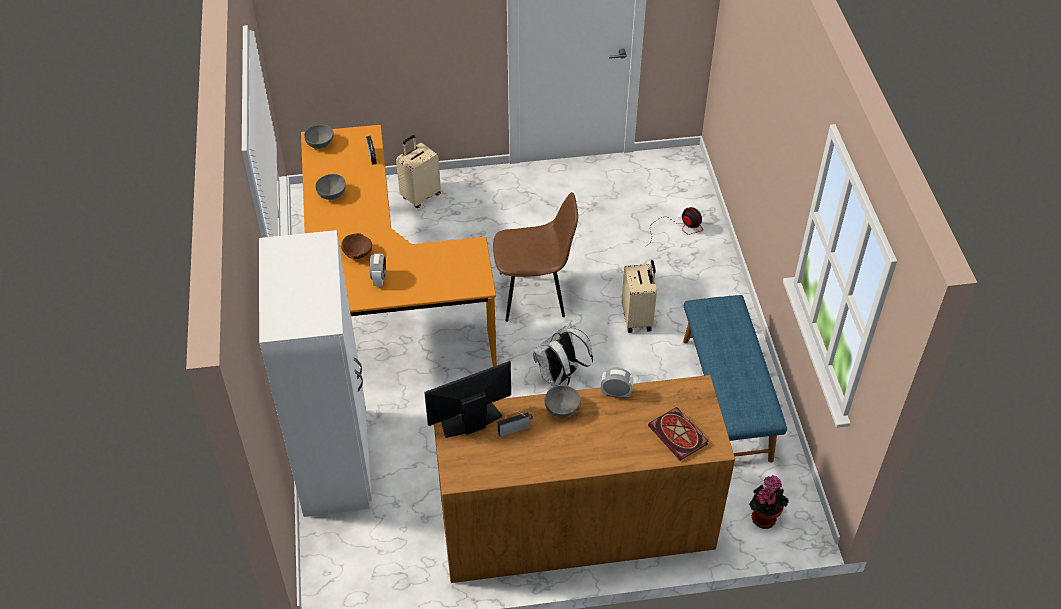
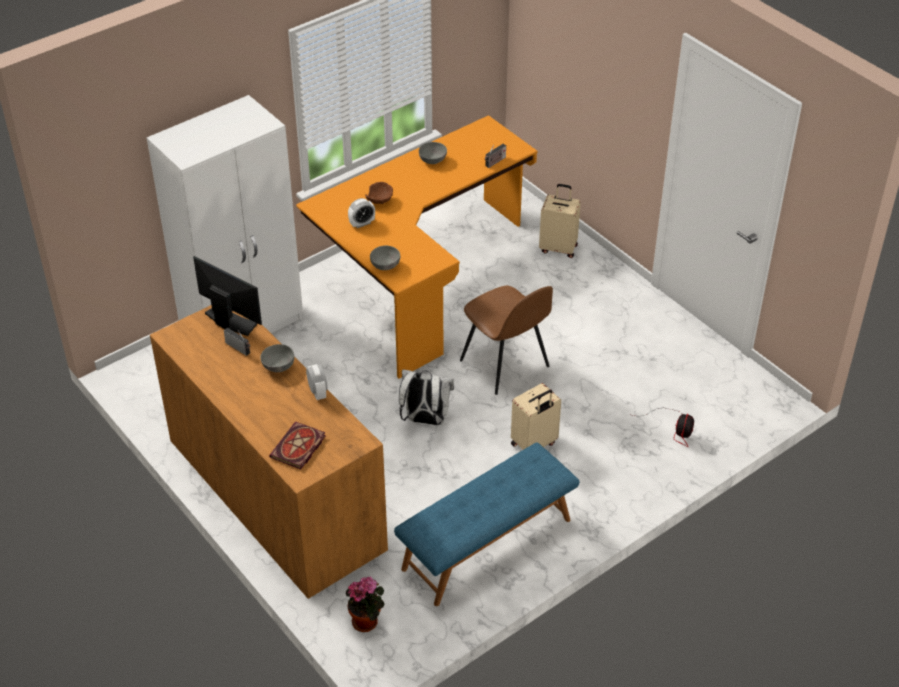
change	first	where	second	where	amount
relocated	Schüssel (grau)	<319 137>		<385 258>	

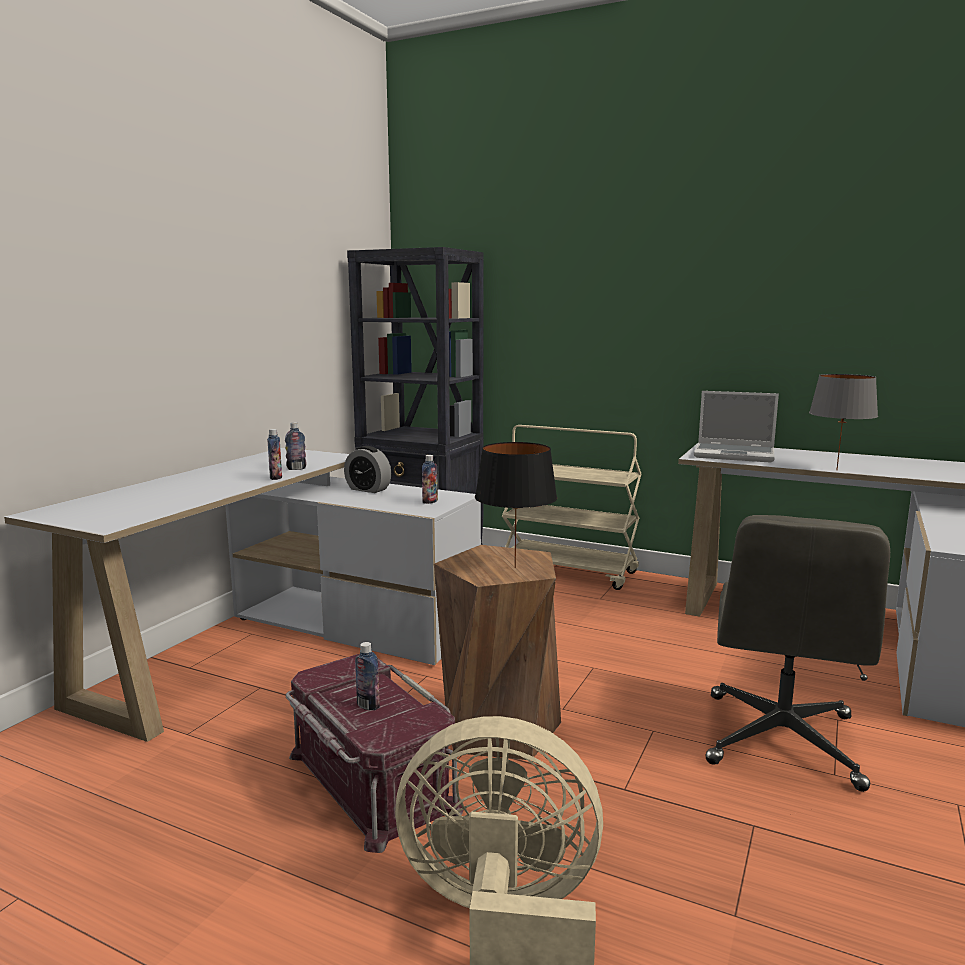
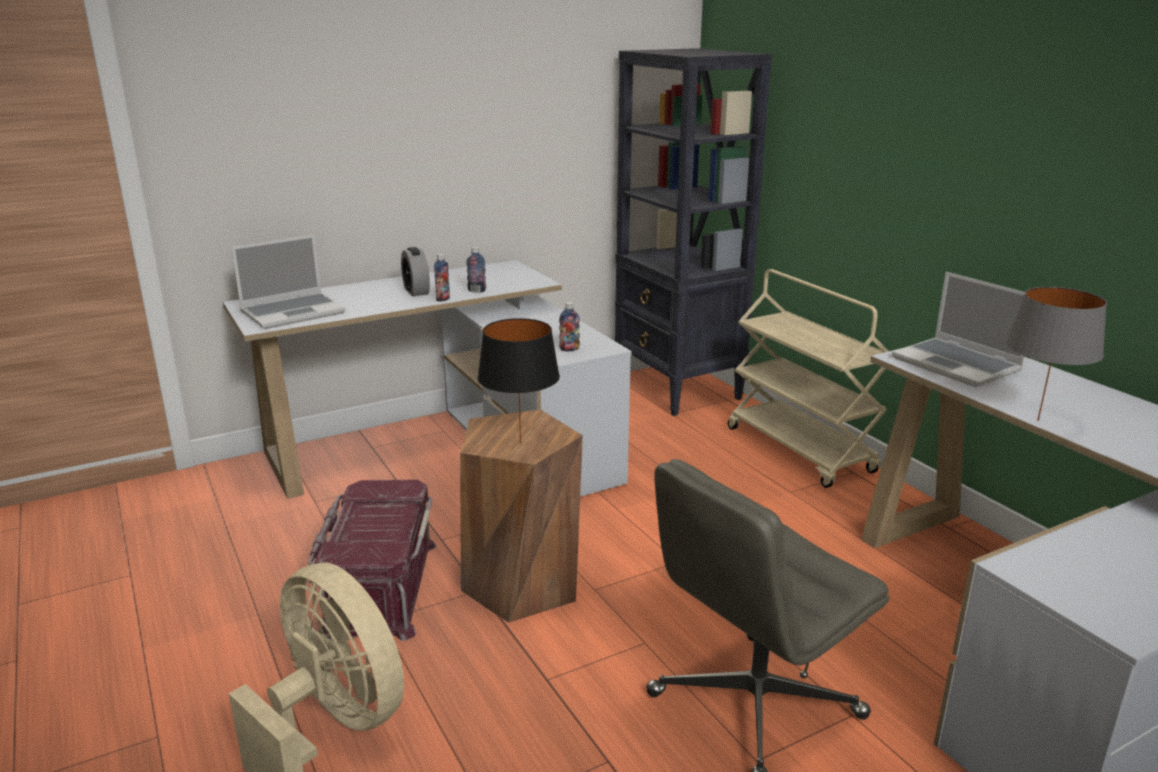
change	first	where	second	where	amount
appeared			Laptop	<288 282>	
relocated	Wecker	<367 469>		<415 271>	
missing	Flasche	<367 676>			

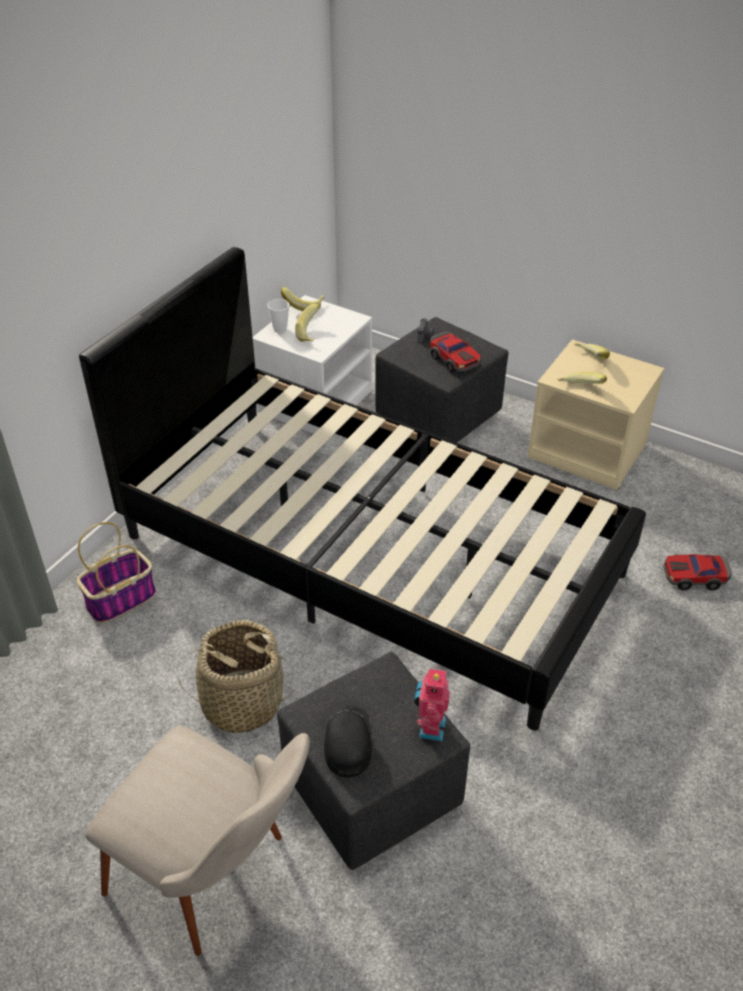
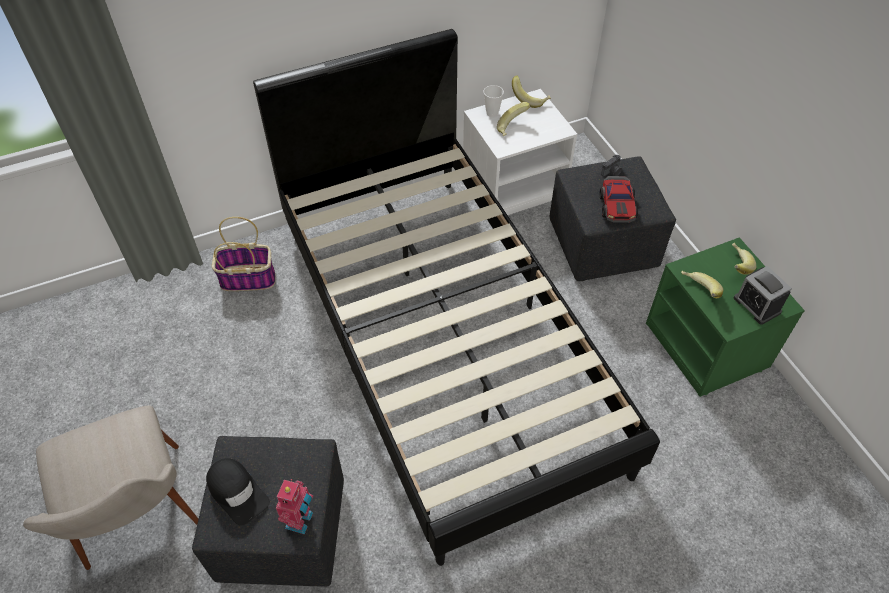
change	first	where	second	where	amount
spun	Kappe (schwarz)	<348 741>		<238 492>	105 degrees clockwise
spun	Spielzeugroboter	<432 703>		<294 506>	150 degrees clockwise
colour	Nachttisch (beige)	<596 415>	Nachttisch (grün)	<725 317>	
appeared			Wecker	<763 295>	
missing	Korb	<235 676>			
missing	Spielzeugauto	<697 572>			

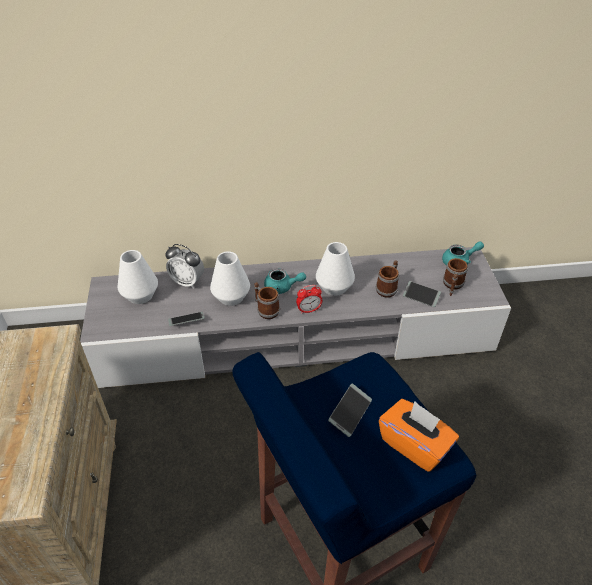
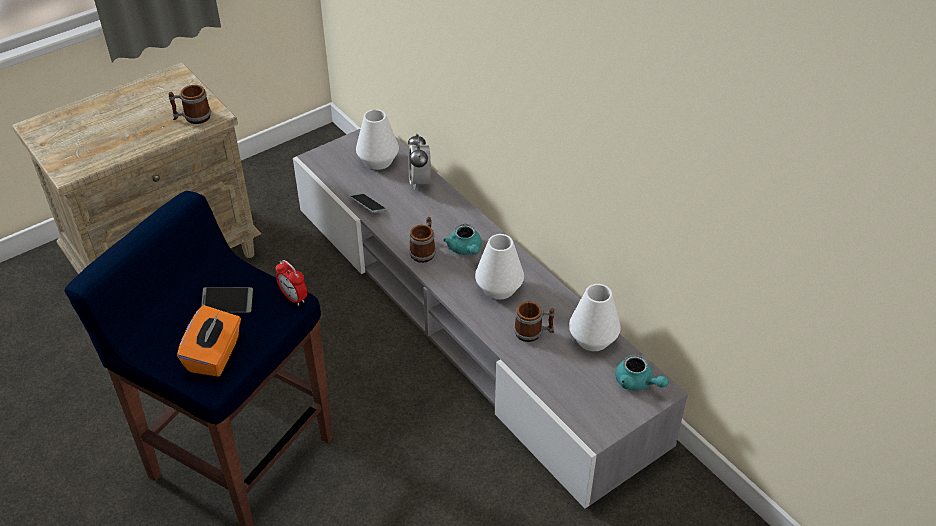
change	first	where	second	where	amount
relocated	Henkelbecher	<455 277>		<189 104>	
relocated	Wecker	<309 299>		<291 283>	
relocated	Vase (weiß)	<230 278>		<595 317>	
missing	Handy	<422 294>			

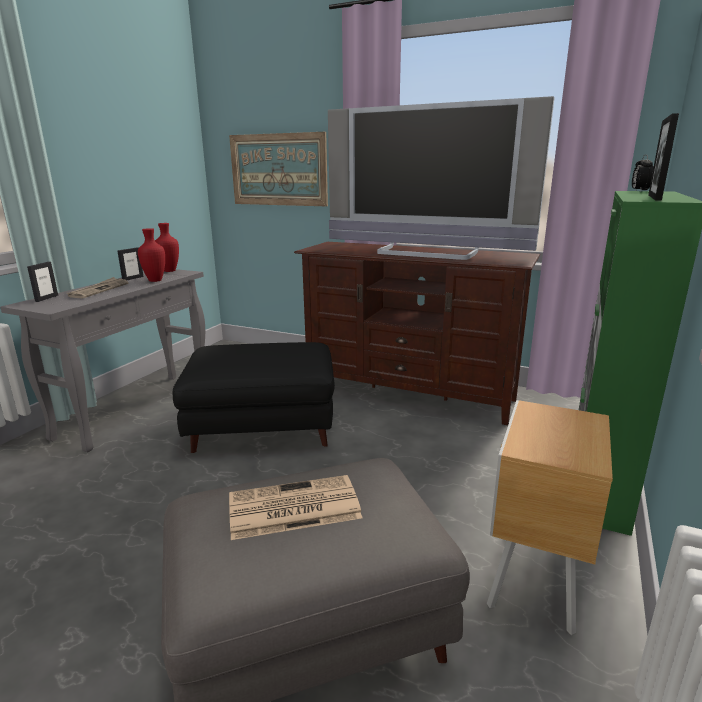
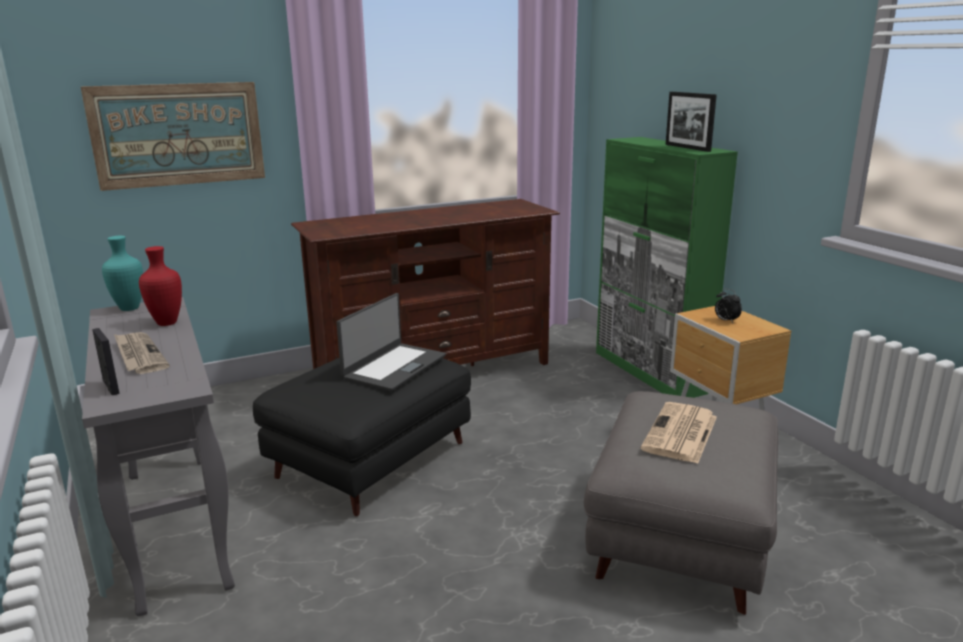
change	first	where	second	where	amount
colour	Vase (rot)	<167 247>	Vase (türkis)	<122 273>	
appeared			Laptop	<391 342>	
relocated	Wecker	<642 172>		<728 306>	
missing	Bilderrahmen	<130 264>			
missing	Fernseher	<441 178>			

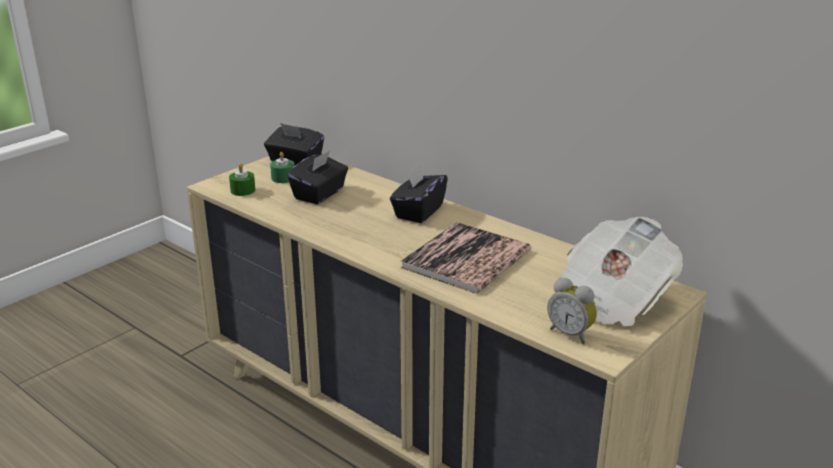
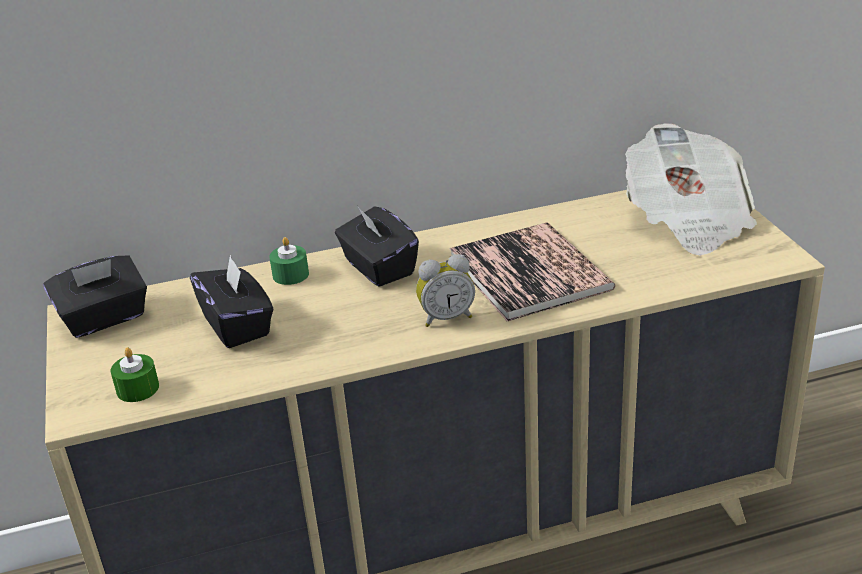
change	first	where	second	where	amount
relocated	Kerze (grün)	<282 167>		<289 261>	
relocated	Wecker	<572 310>		<445 290>	

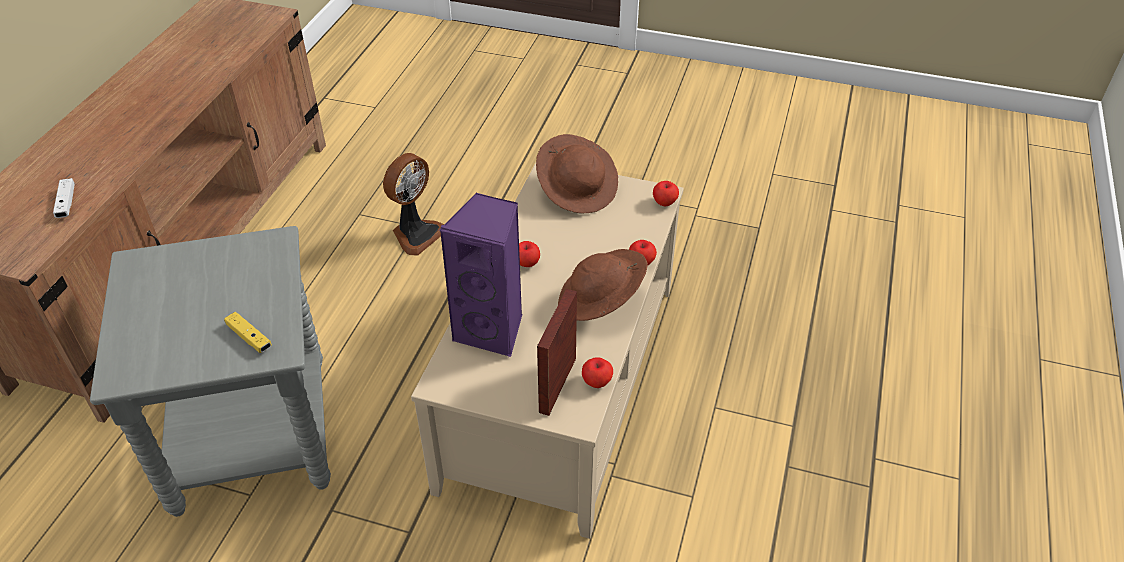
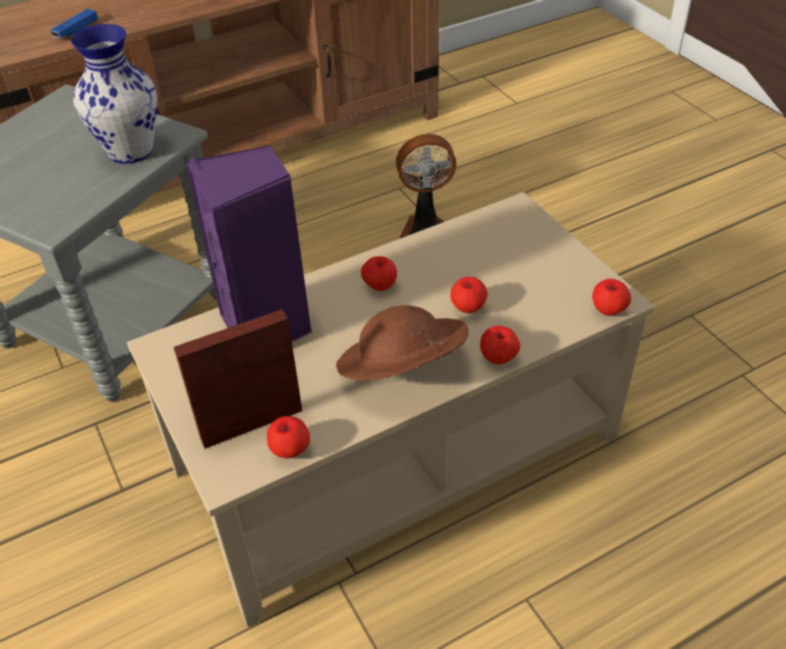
change	first	where	second	where	amount
colour	Gamepad (weiß)	<64 198>	Gamepad (blau)	<74 24>	
appeared			Vase	<114 94>	
appeared			Apfel	<469 295>	
missing	Gamepad (gelb)	<248 332>			
missing	Hut (braun)	<577 173>			

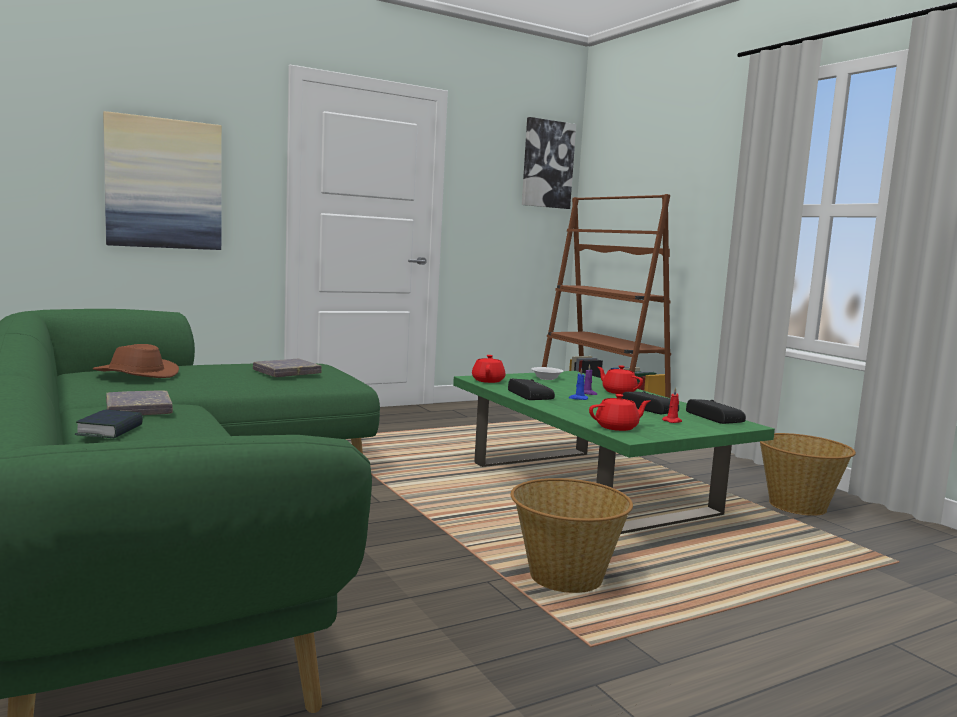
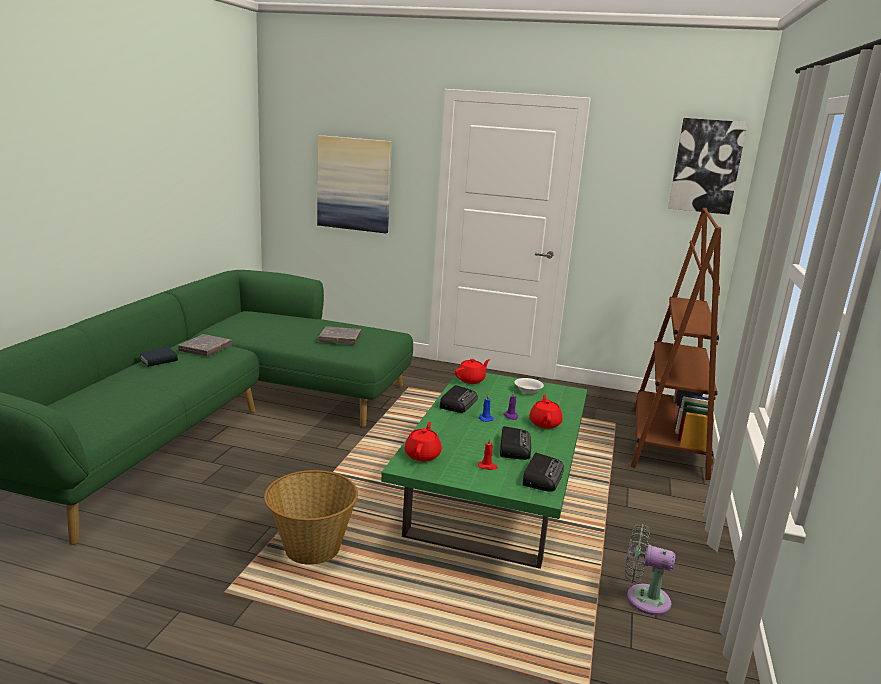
change	first	where	second	where	amount
spun	Teekanne (rot)	<619 412>		<422 441>	105 degrees counterclockwise
exchanged	Korb	<808 474>	Ventilator (grau)	<650 569>	
missing	Hut (braun)	<136 361>			

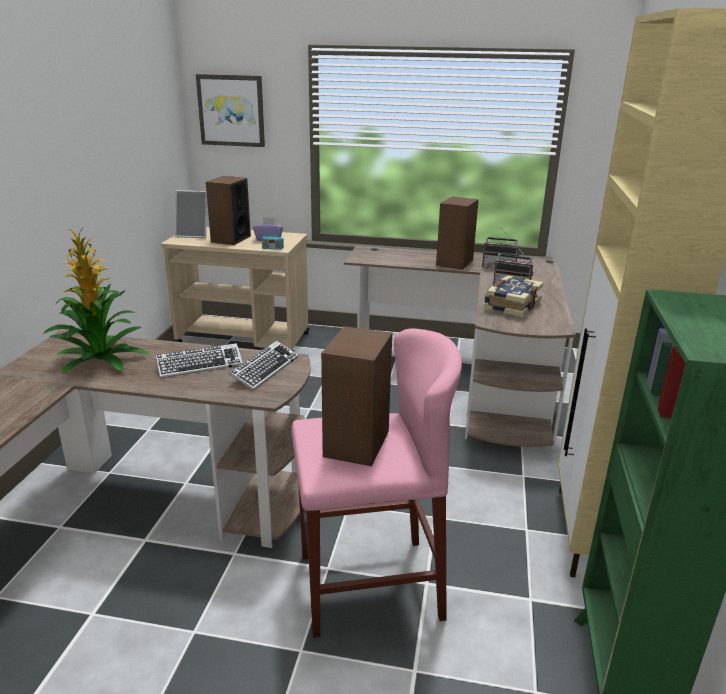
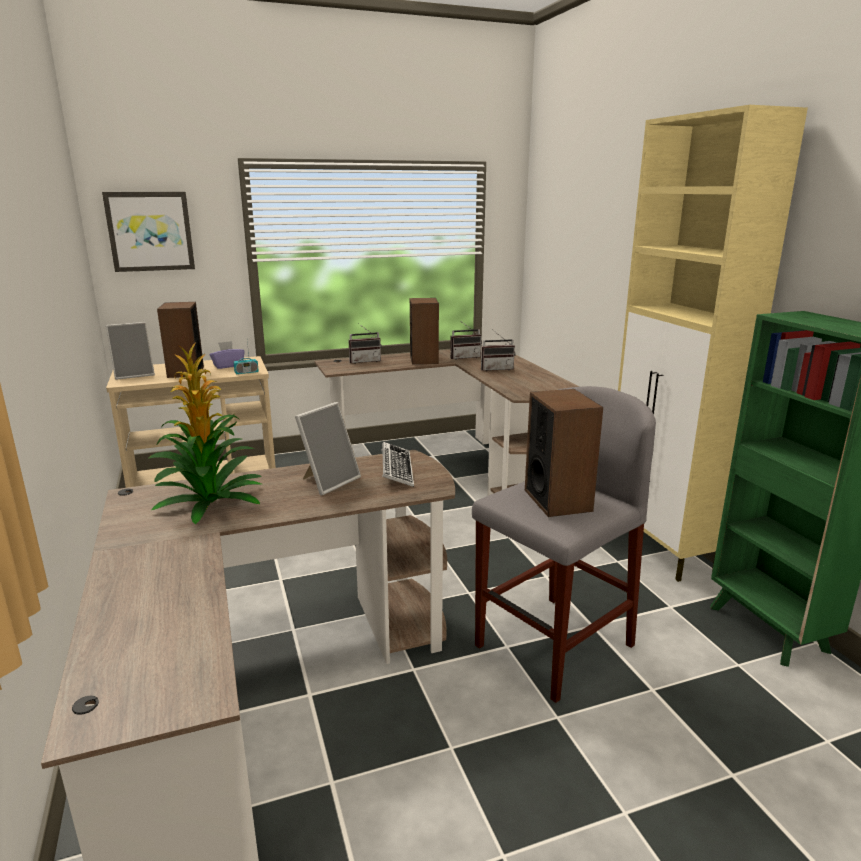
change	first	where	second	where	amount
exchanged	Tastatur	<199 361>	Bilderrahmen	<328 448>	
appeared			Radio	<365 343>	
colour	Hocker (rosa)	<376 483>	Hocker (grau)	<564 544>	
missing	Buch	<513 296>			

